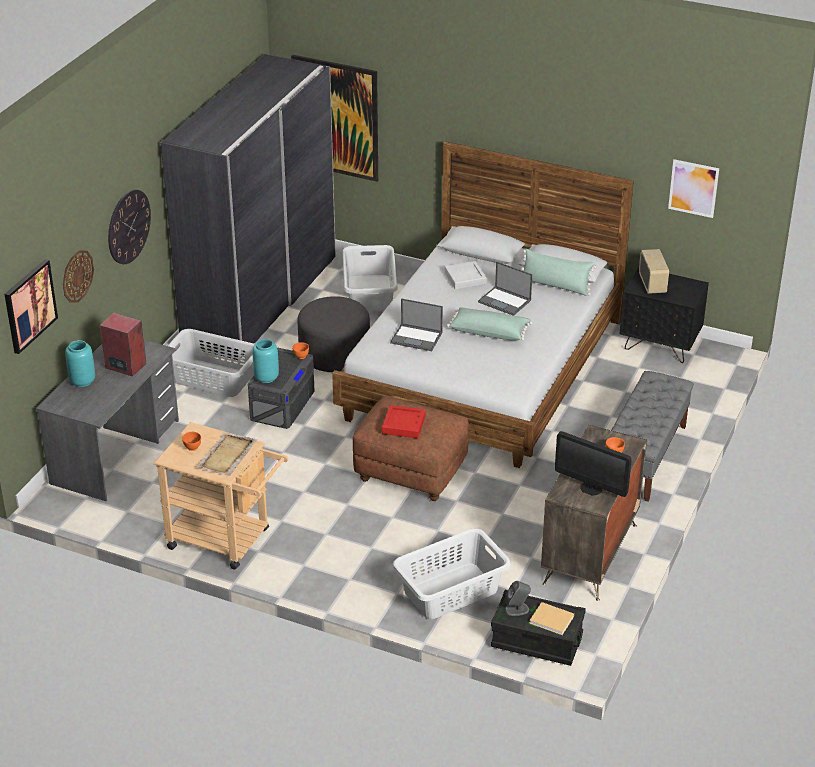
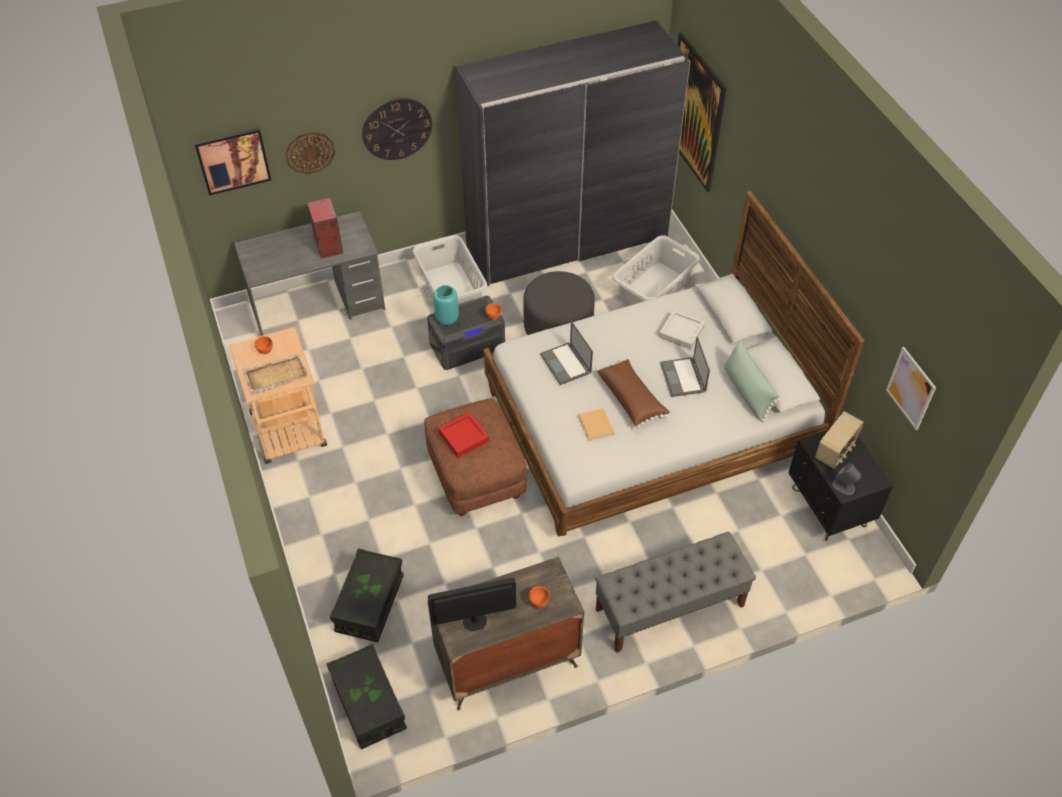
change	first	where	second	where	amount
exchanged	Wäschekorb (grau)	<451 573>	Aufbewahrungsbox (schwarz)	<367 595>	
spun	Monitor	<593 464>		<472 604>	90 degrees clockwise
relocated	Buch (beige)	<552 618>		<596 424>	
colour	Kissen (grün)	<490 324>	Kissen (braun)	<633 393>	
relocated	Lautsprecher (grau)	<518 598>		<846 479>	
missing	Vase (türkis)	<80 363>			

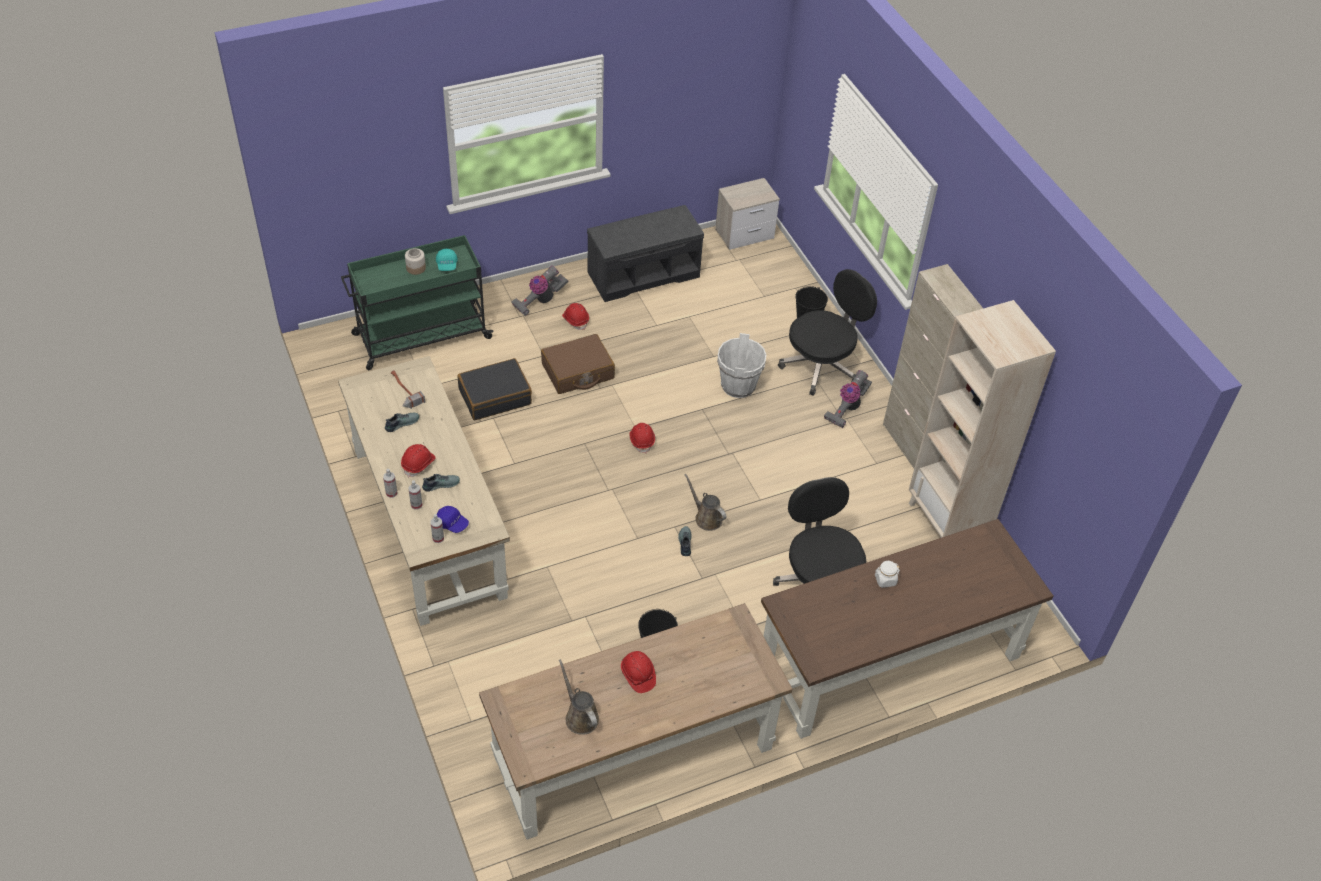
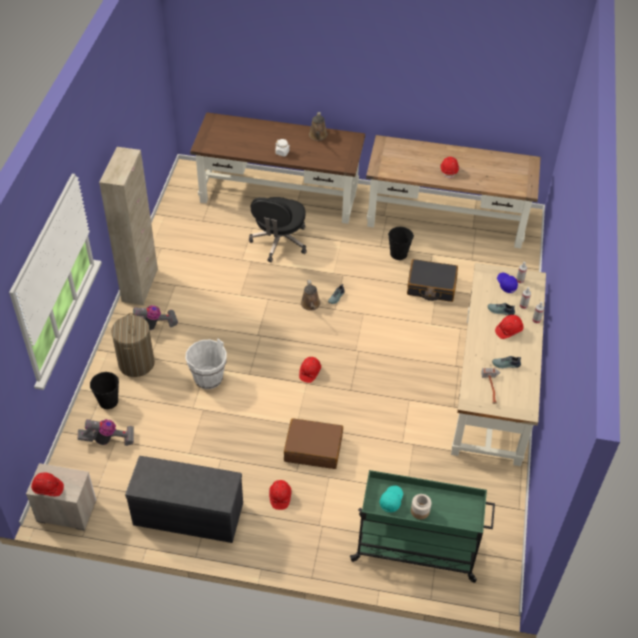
change	first	where	second	where	amount
appeared			Schutzhelm (rot)	<47 484>	
relocated	Staubsauger	<539 290>		<106 432>	
exchanged	Bürostuhl (schwarz)	<827 332>	Wäschekorb	<133 345>	
relocated	Gießkanne (braun)	<579 697>		<318 126>	
relocated	Koffer (schwarz)	<494 389>		<432 280>	
missing	Bücherregal (beige)	<982 419>			

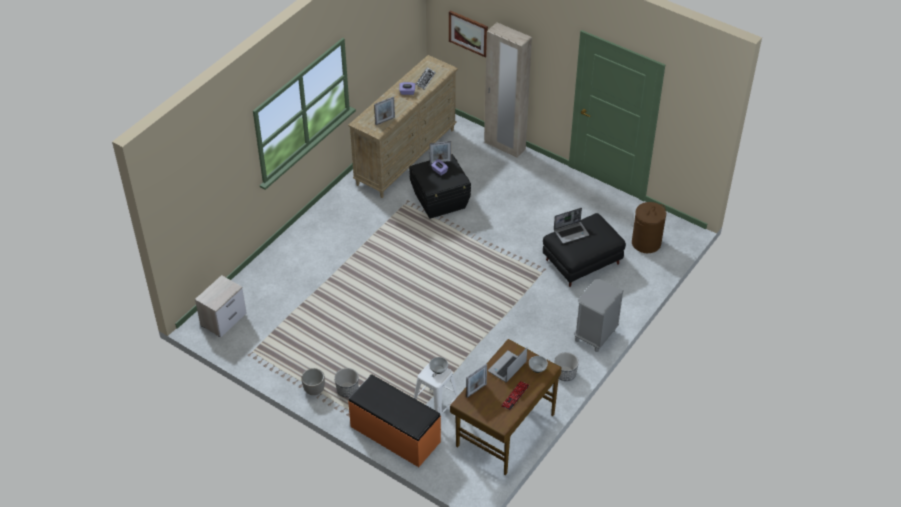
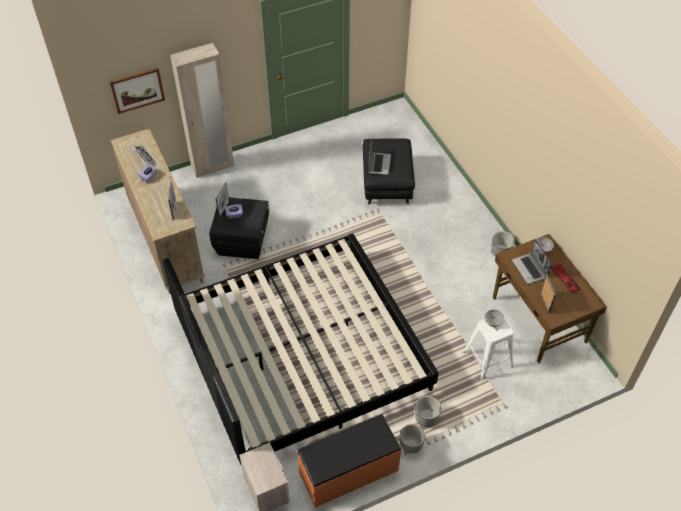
change	first	where	second	where	amount
appeared			Bett	<301 348>	
relocated	Bank (orange)	<394 420>		<349 460>	
missing	Nachttisch (grau)	<599 315>			
missing	Wäschekorb (braun)	<649 227>			

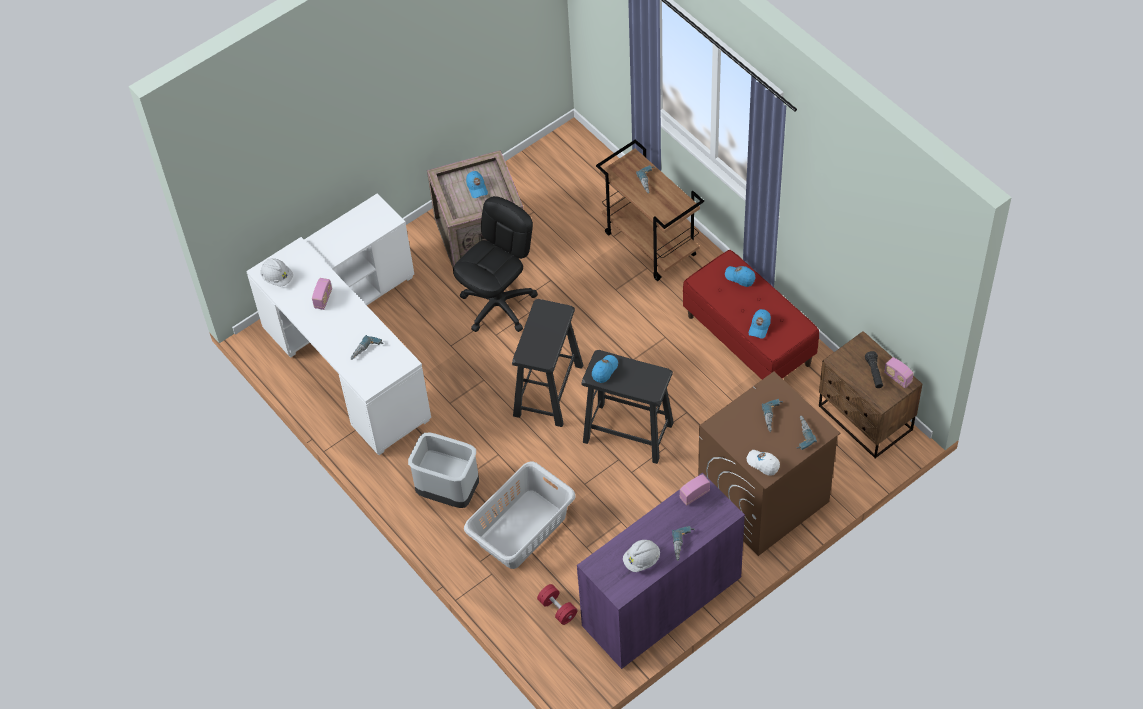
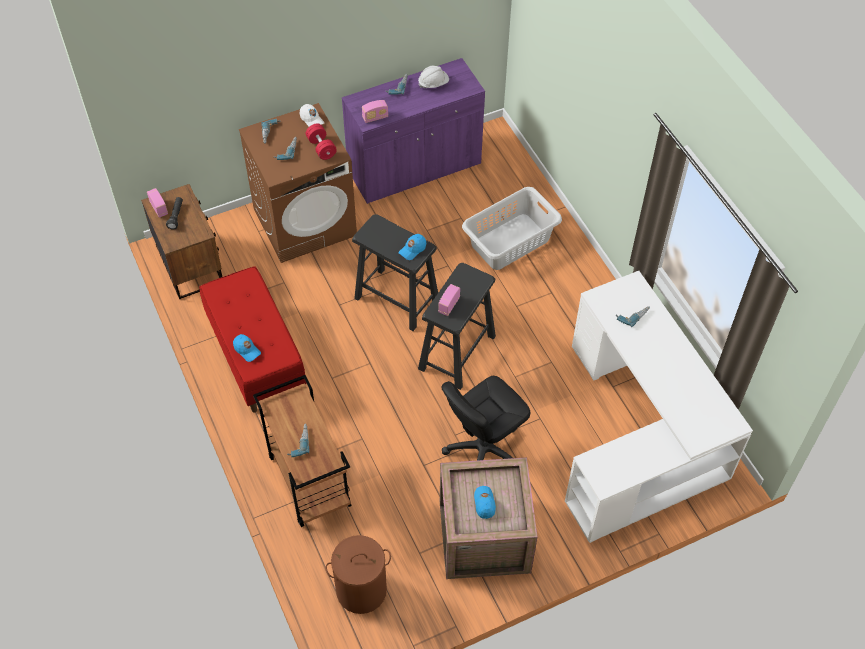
change	first	where	second	where	amount
relocated	Hantel (rot)	<557 604>		<321 141>	
appeared			Wäschekorb (braun)	<358 574>	
relocated	Radio	<322 294>		<449 300>	
missing	Schutzhelm (weiß)	<276 272>			
missing	Mülleimer (grau)	<443 470>			
missing	Kappe (blau)	<760 324>			

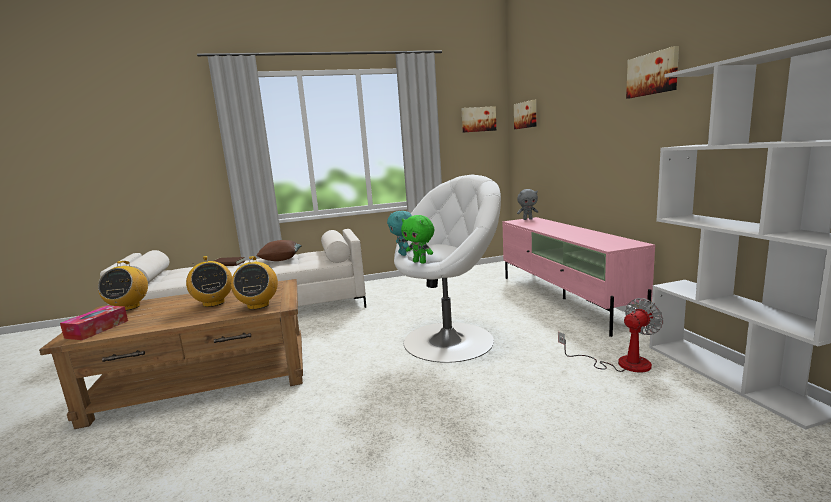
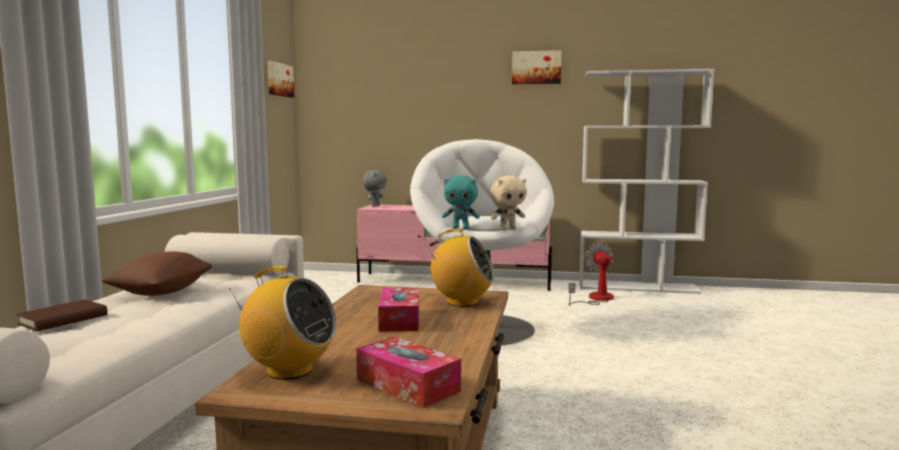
change	first	where	second	where	amount
exchanged	Radio	<209 281>	Taschentuchbox	<398 309>	
colour	Plüschtier (grün)	<417 239>	Plüschtier (beige)	<508 203>	
missing	Bild	<525 114>			

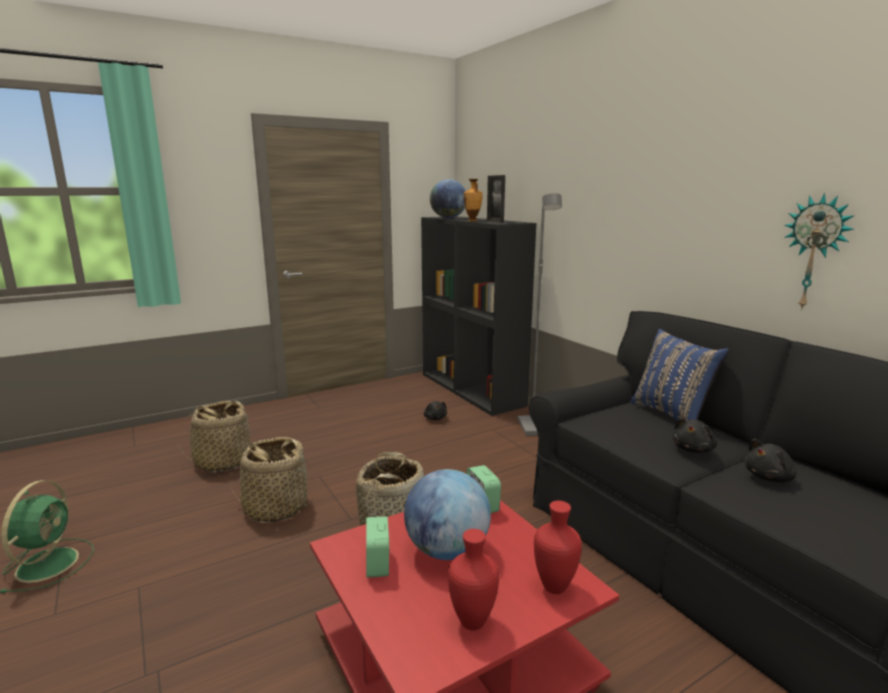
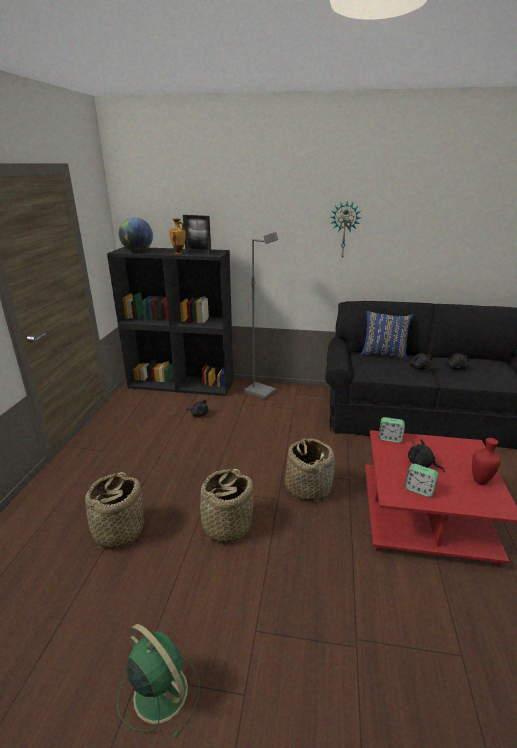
change	first	where	second	where	amount
relocated	Wanduhr	<819 251>		<345 229>	
exchanged	Globus	<447 514>	Plüschtier (schwarz)	<426 455>	
missing	Vase (rot)	<558 547>			

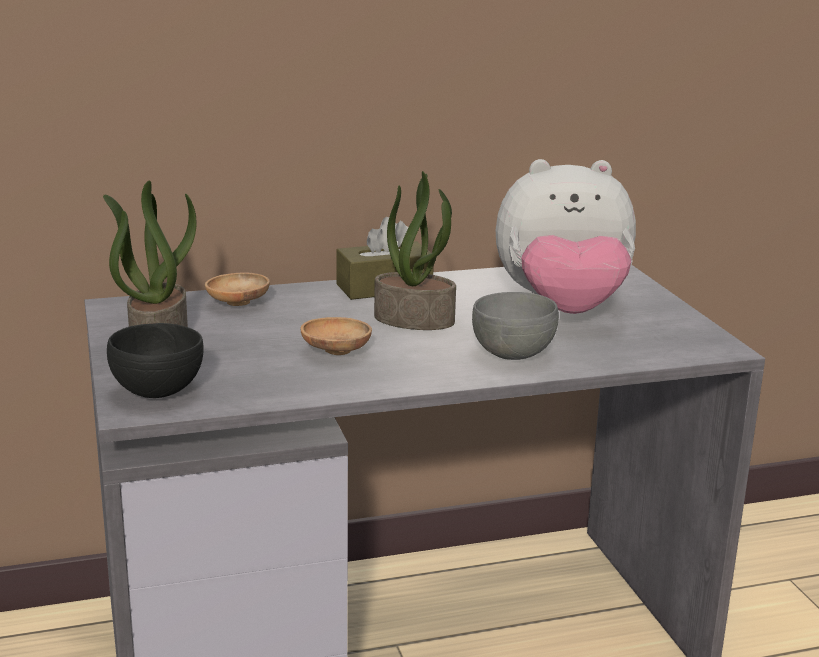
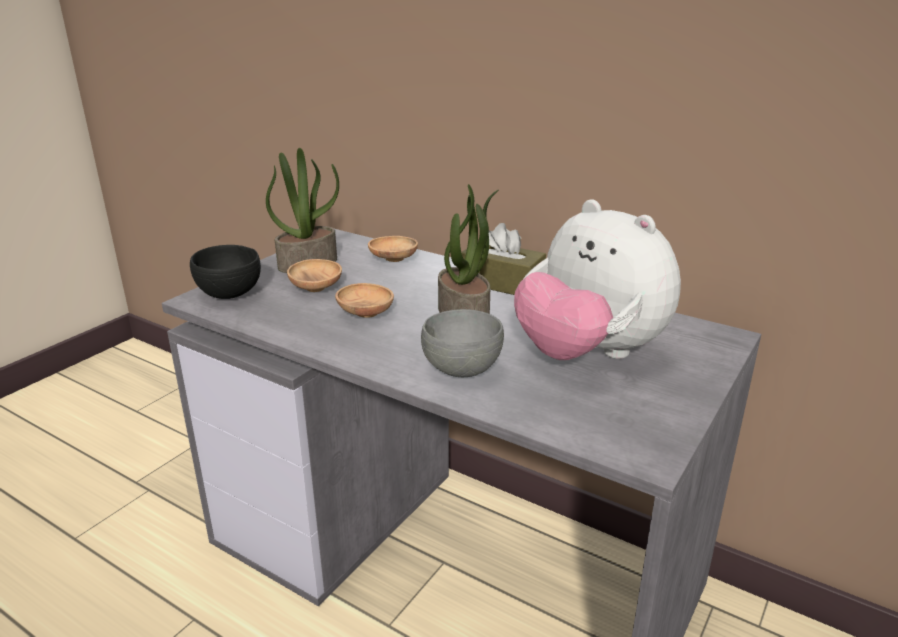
change	first	where	second	where	amount
appeared			Schüssel (braun)	<314 275>	

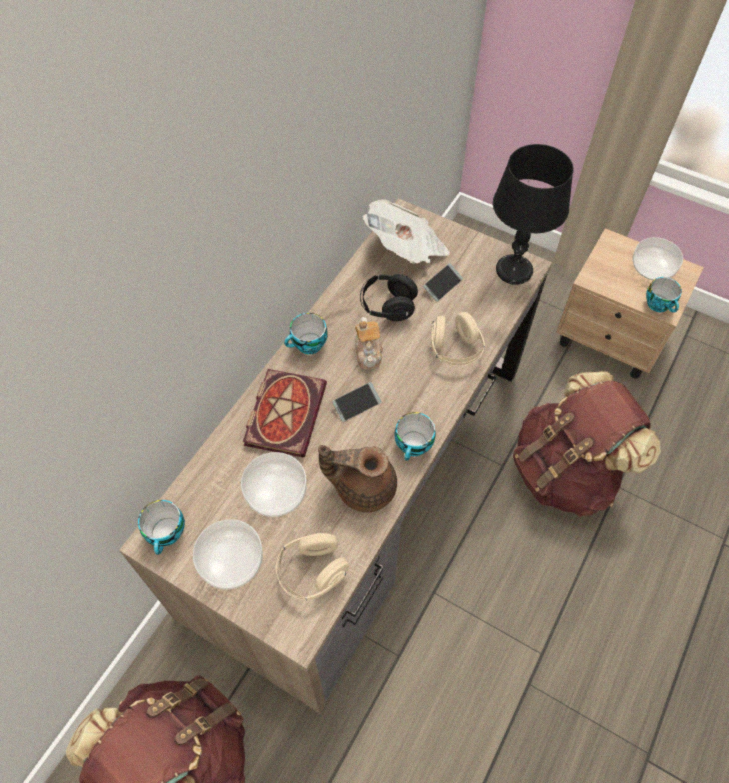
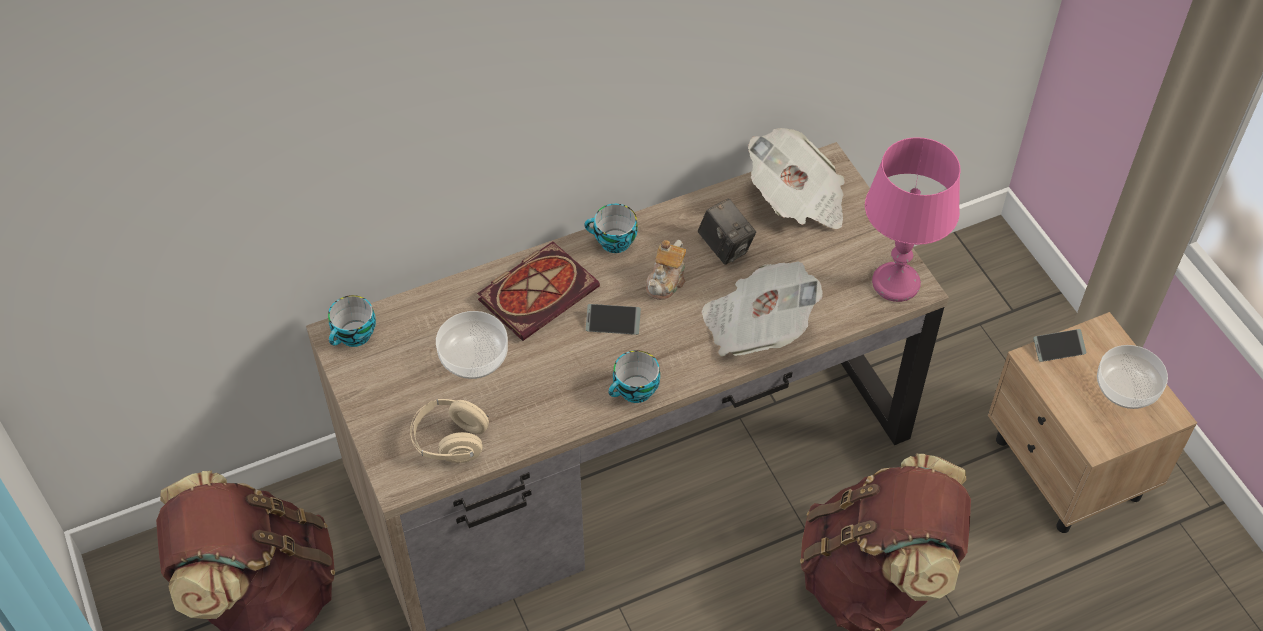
change	first	where	second	where	amount
exchanged	Kopfhörer (schwarz)	<389 297>	Kamera	<727 231>	
exchanged	Kopfhörer (beige)	<458 339>	Zeitung	<762 309>	
colour	Tischlampe (schwarz)	<533 214>	Tischlampe (rosa)	<913 219>	
relocated	Handy	<443 282>		<1059 345>	
missing	Schüssel	<228 554>			
missing	Teekanne (braun)	<357 479>			
missing	Tasse	<664 294>			

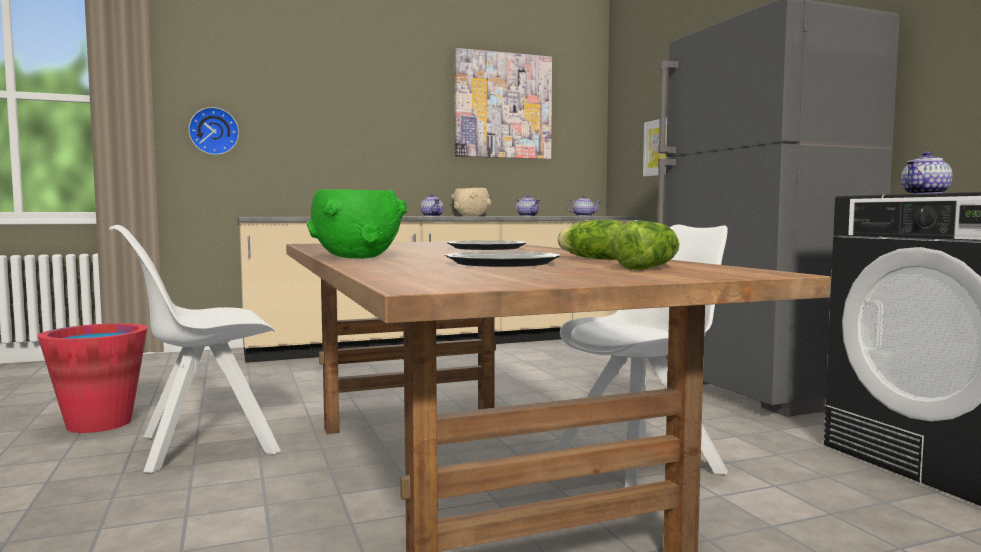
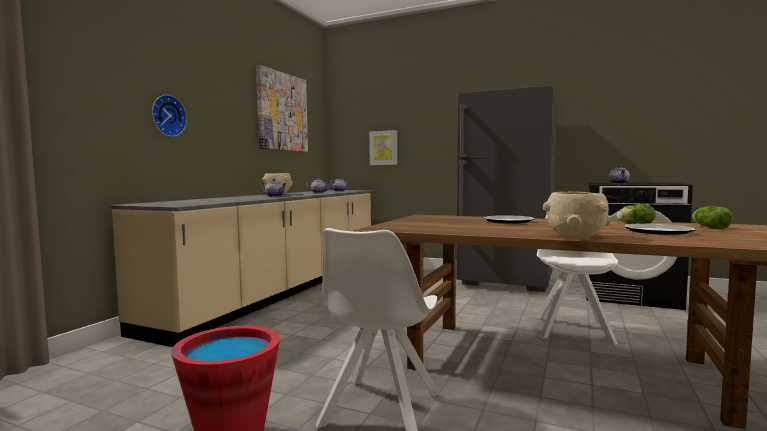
change	first	where	second	where	amount
relocated	Wanduhr	<213 131>		<169 116>	
colour	Schüssel (grün)	<357 224>	Schüssel (beige)	<577 214>	

